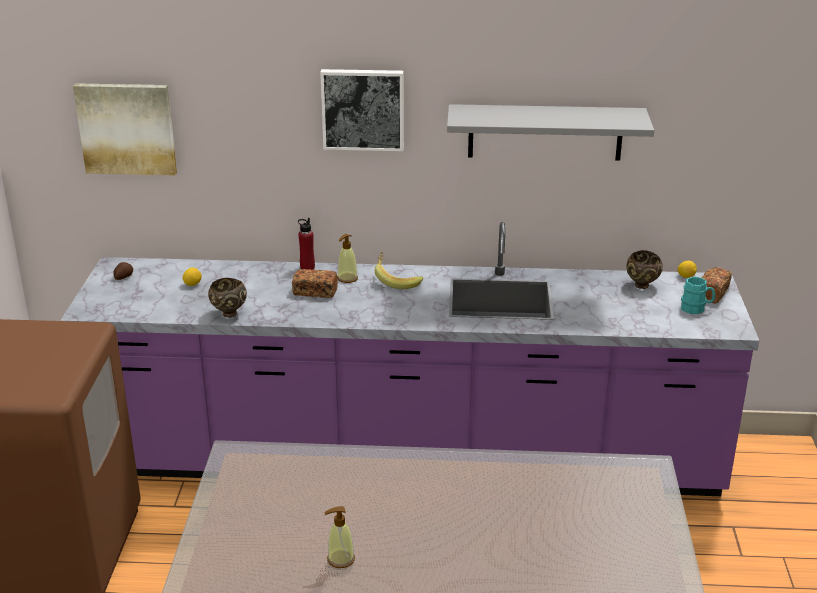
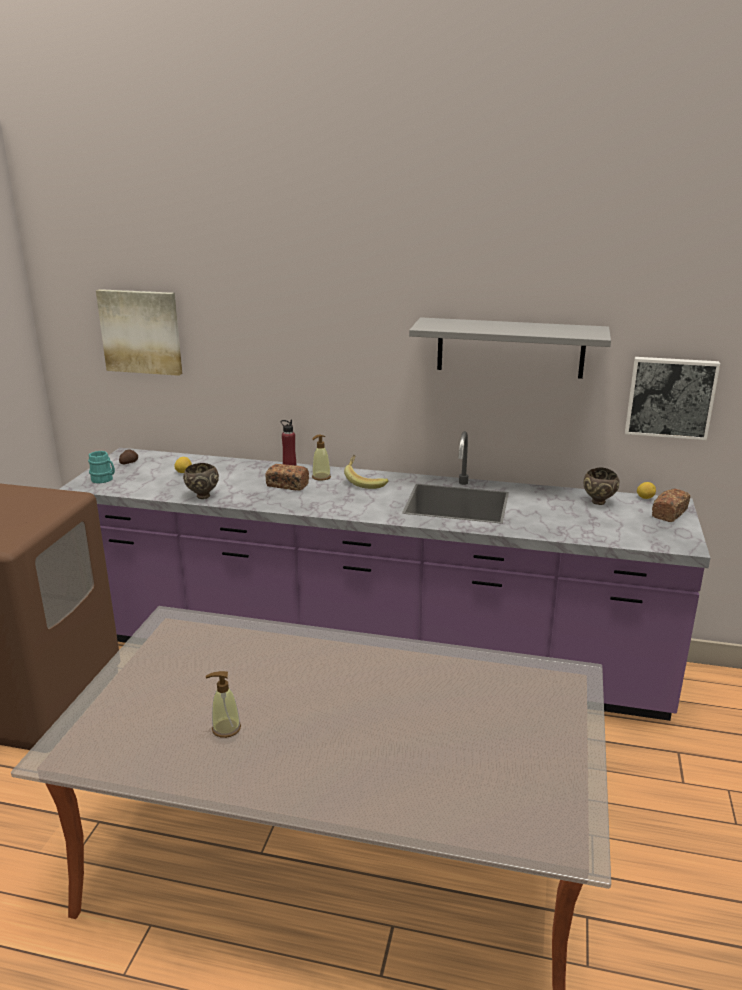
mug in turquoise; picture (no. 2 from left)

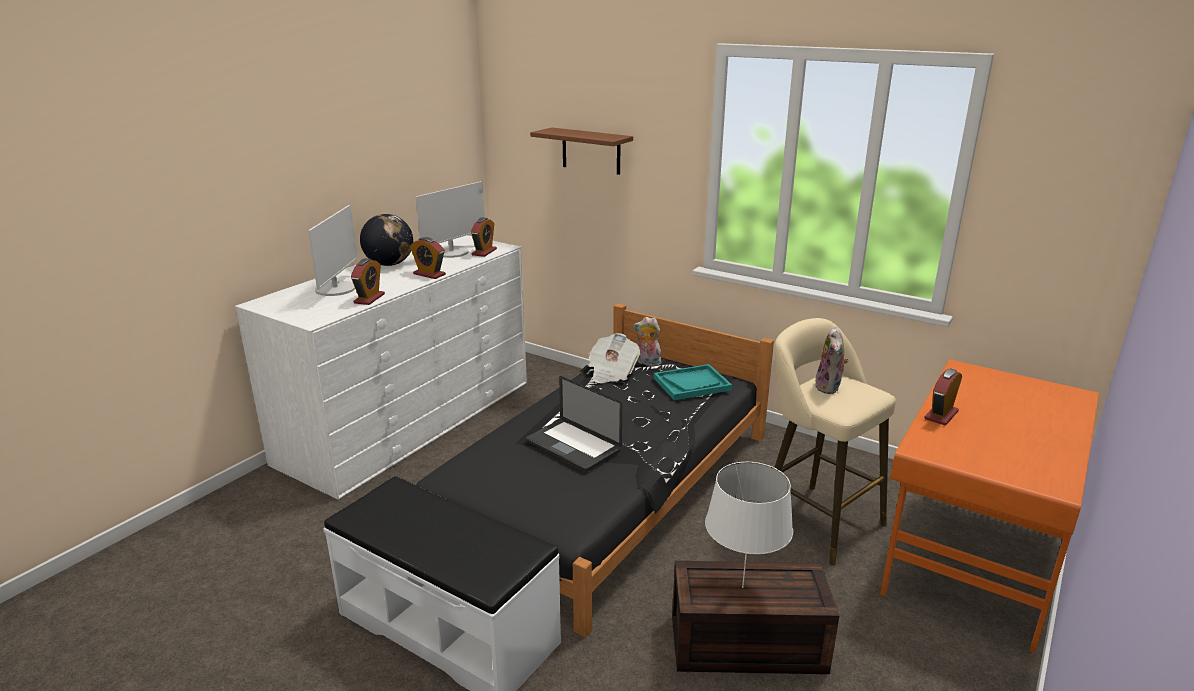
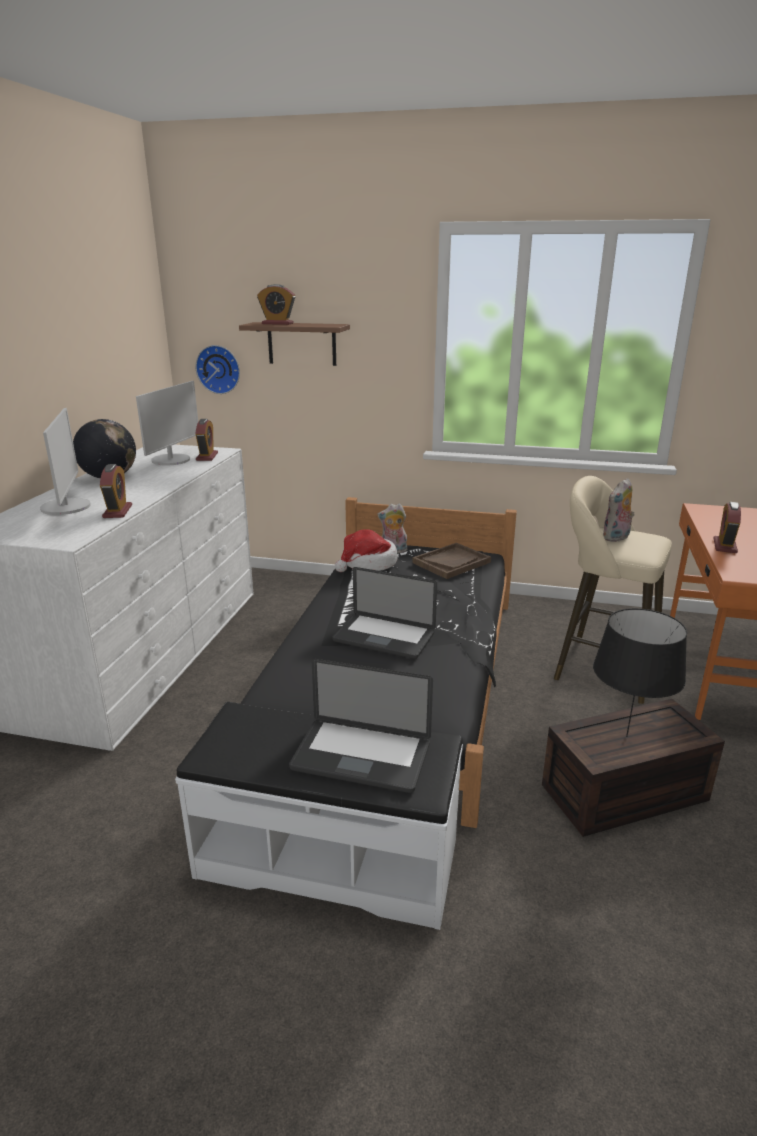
wall clock; alarm clock (no. 3 from left); laptop (no. 1 from left); hat; tray in brown; table lamp in black; plush toy (no. 2 from left)

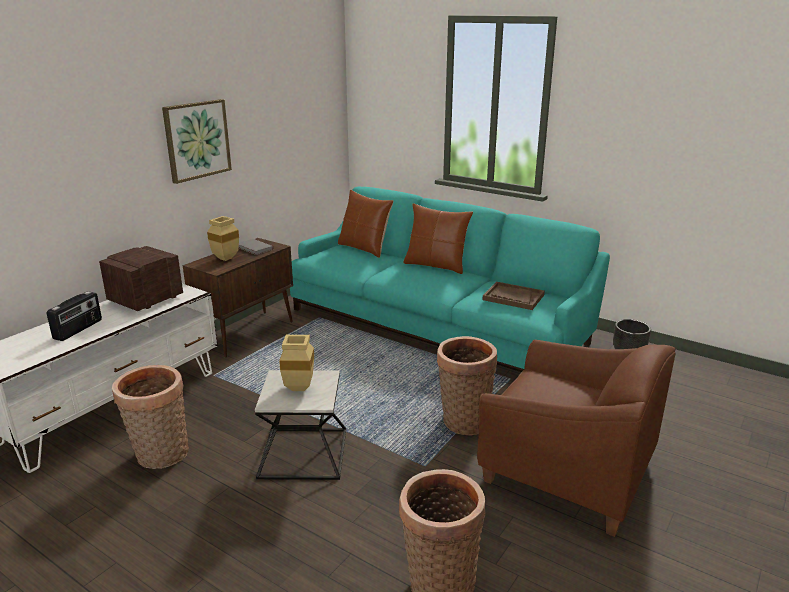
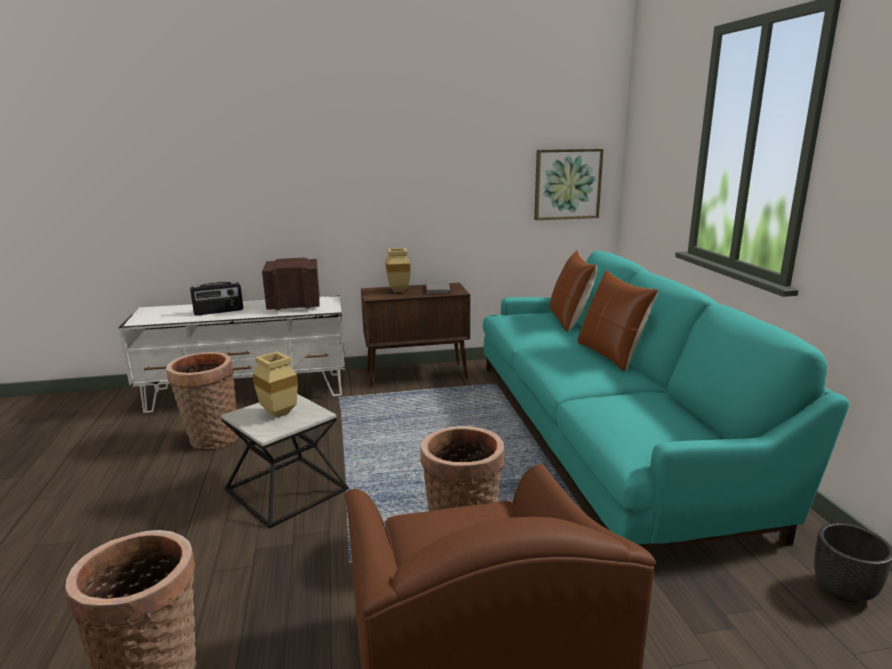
picture; tray in brown

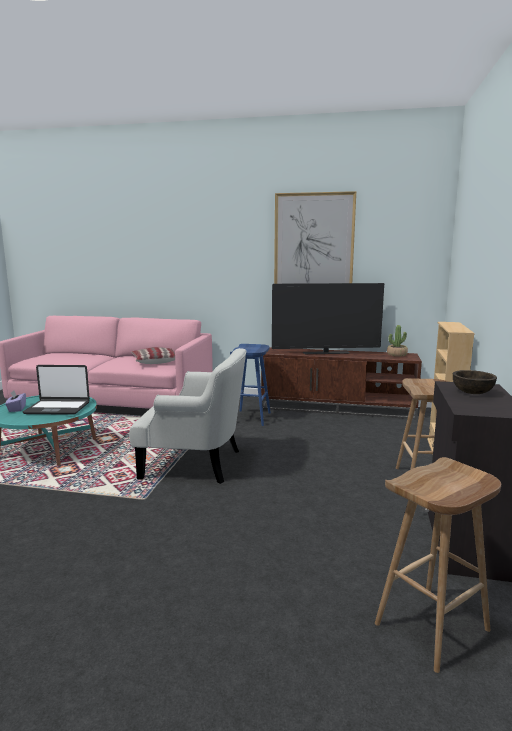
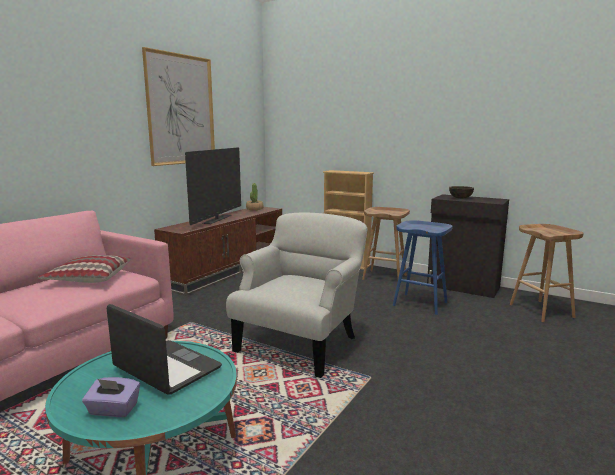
laptop; stool in blue

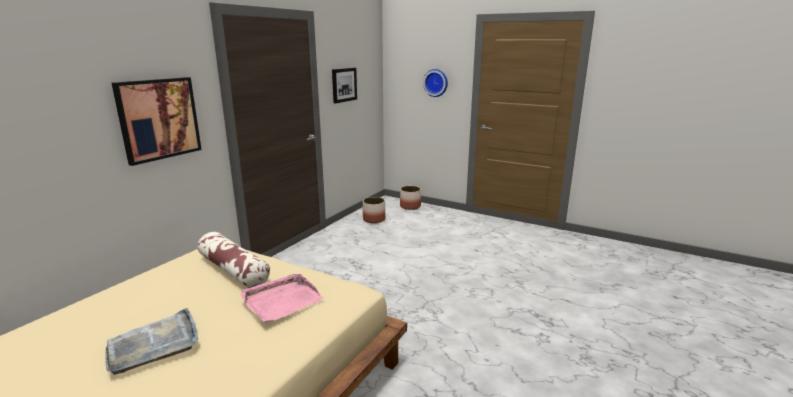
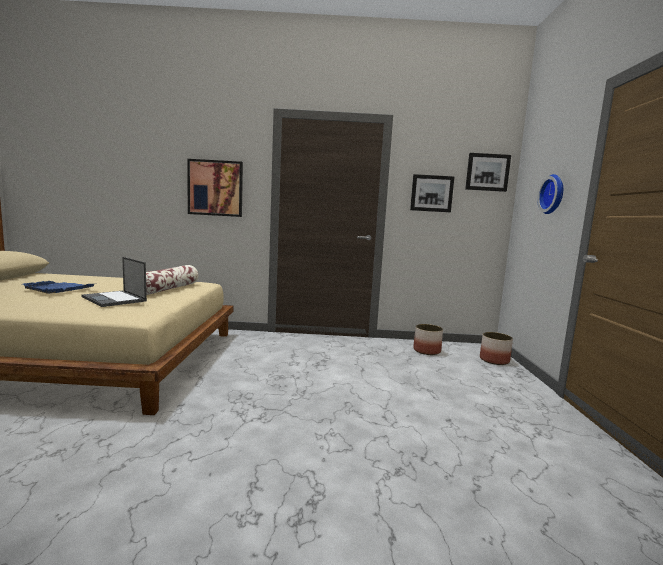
tray in blue; laptop; picture (no. 3 from left)

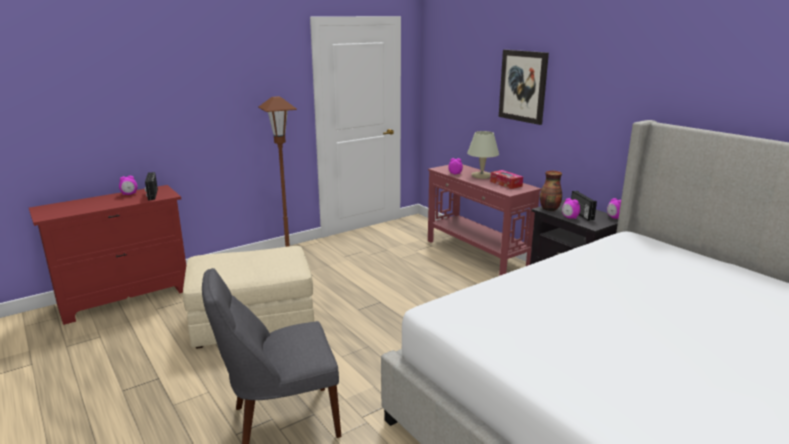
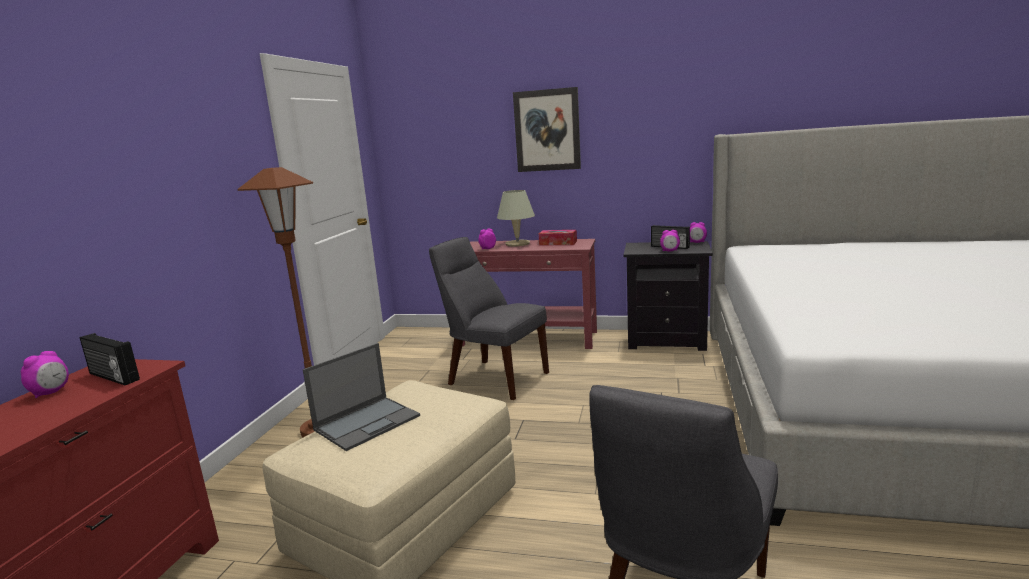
laptop; chair in grey (no. 1 from left); vase

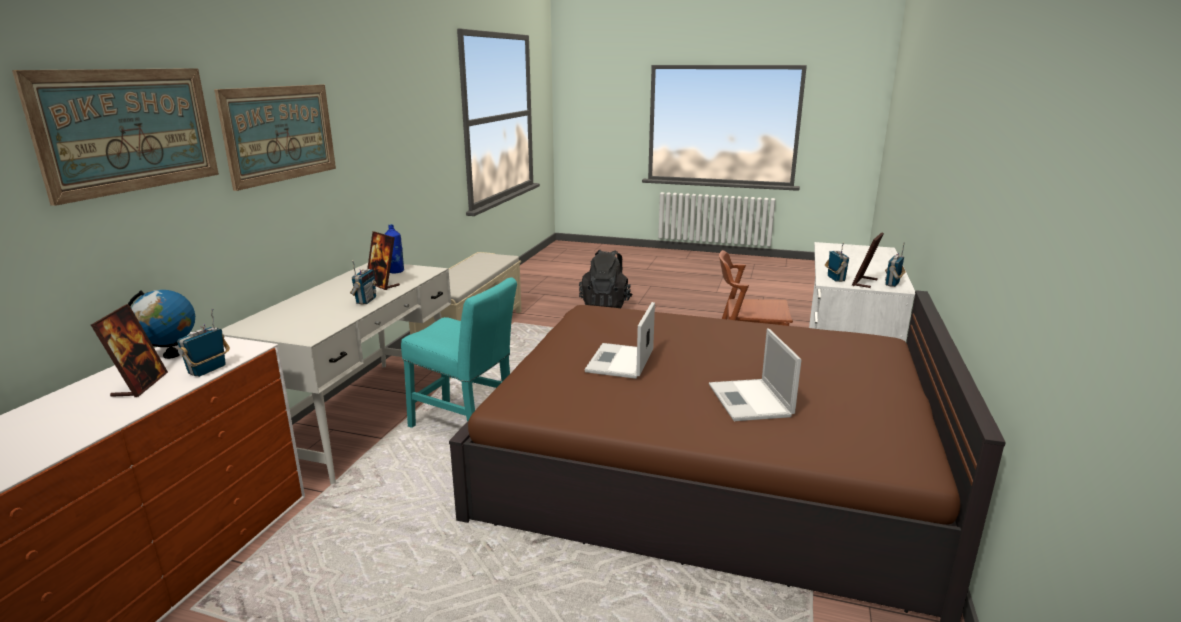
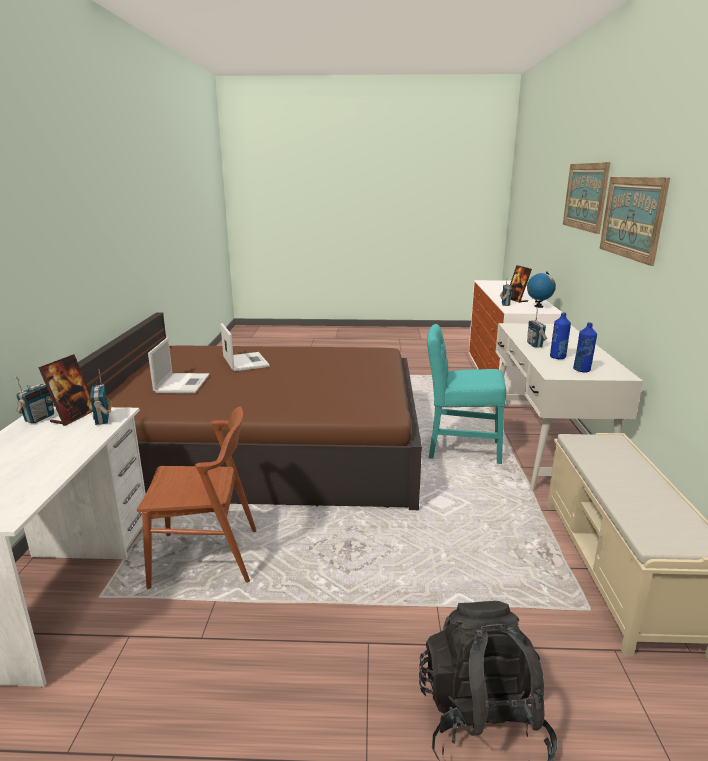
laptop (no. 1 from left); bottle in blue (no. 1 from left)

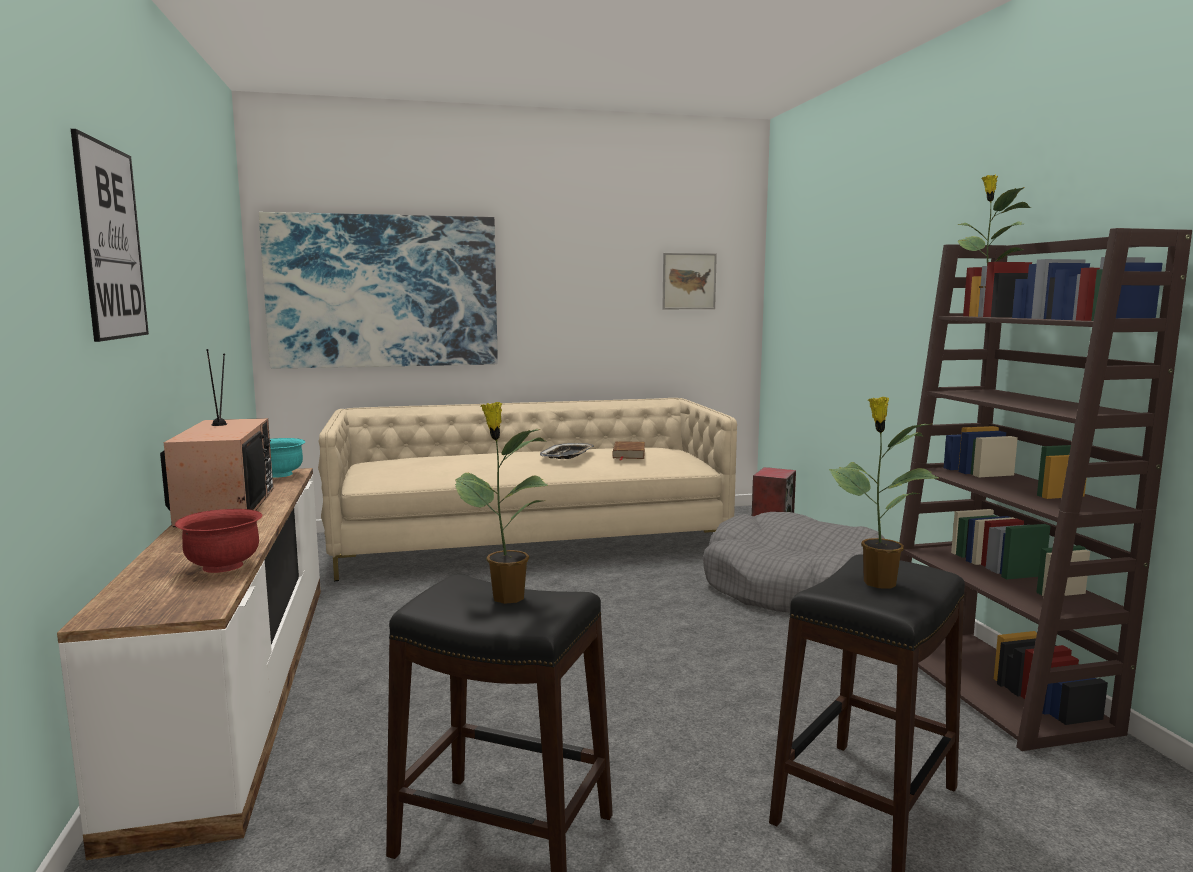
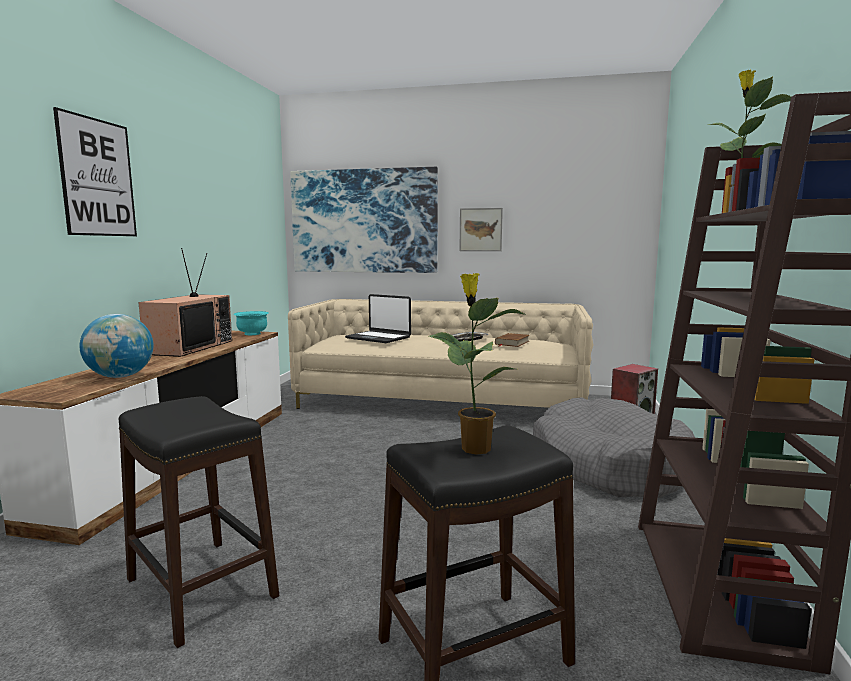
globe; laptop; picture (no. 3 from left); potted plant (no. 1 from left in the first image)

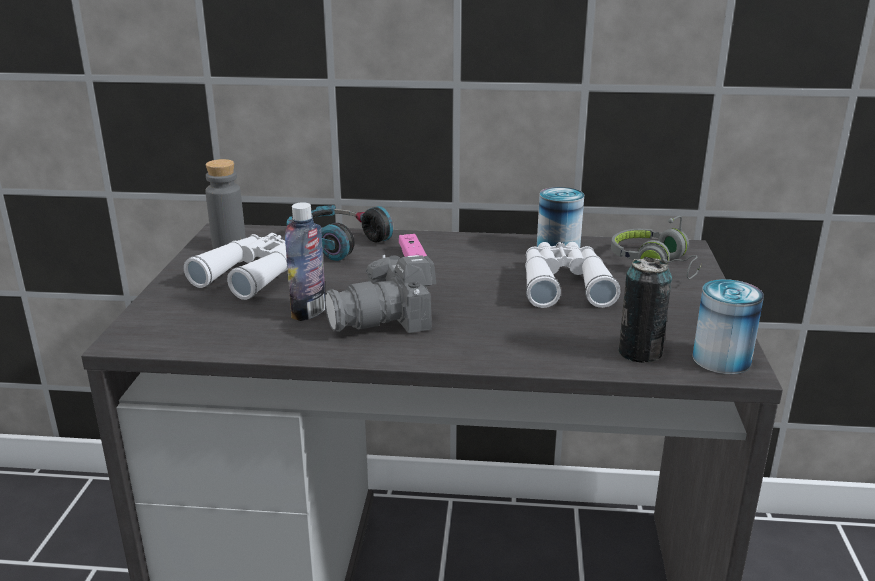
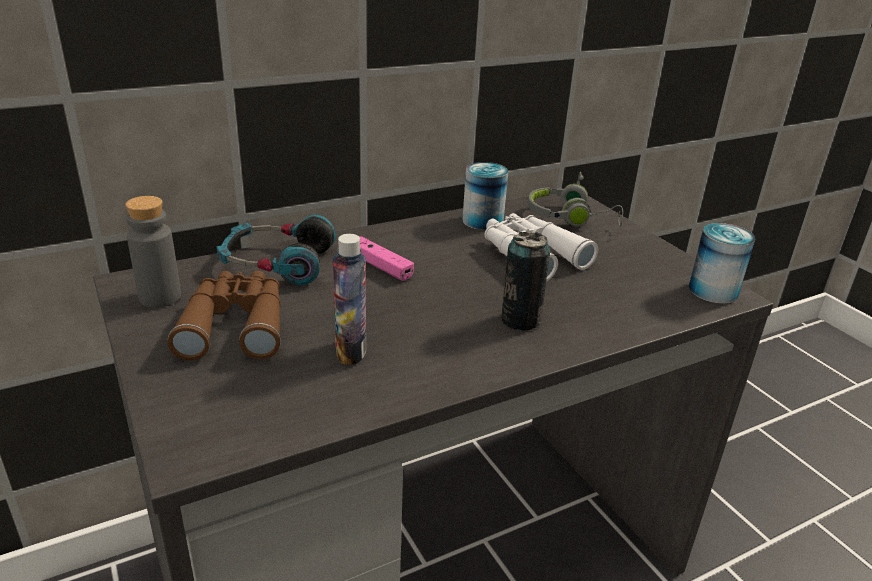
binoculars in brown; can (no. 2 from left); photo camera

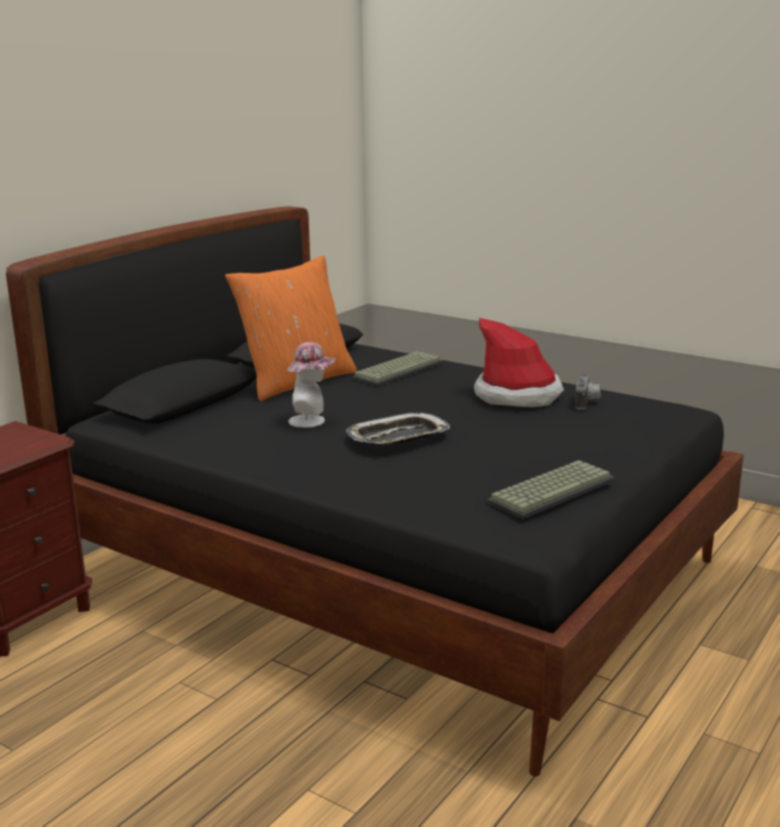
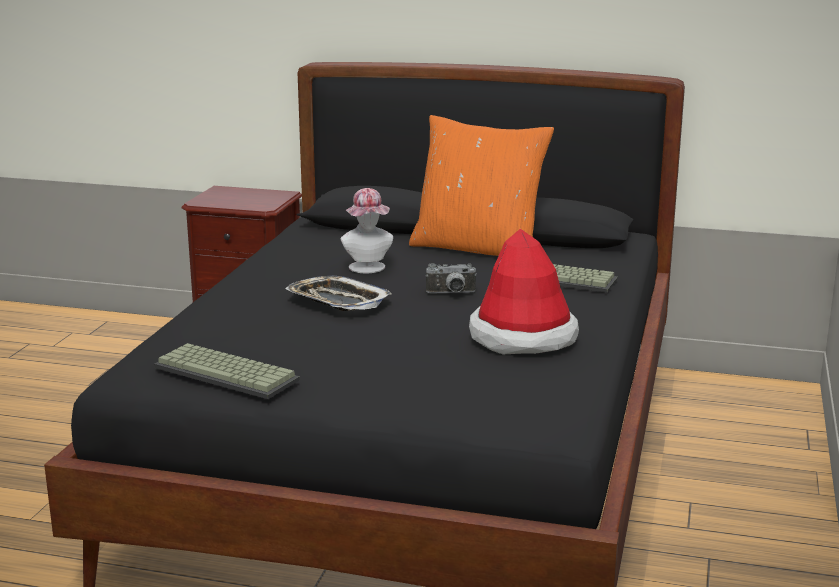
photo camera

